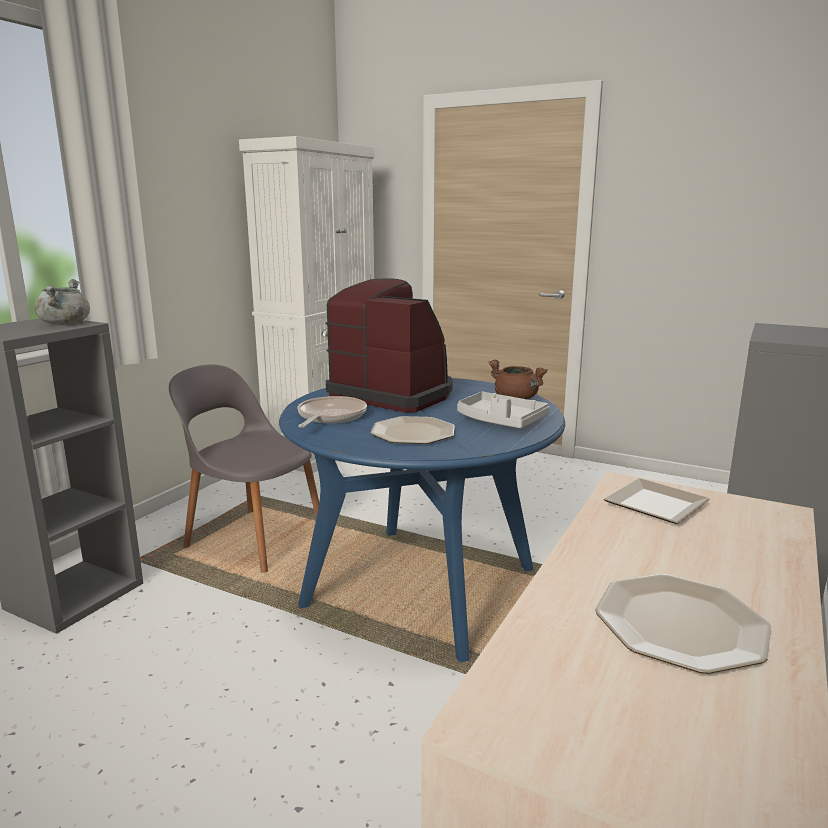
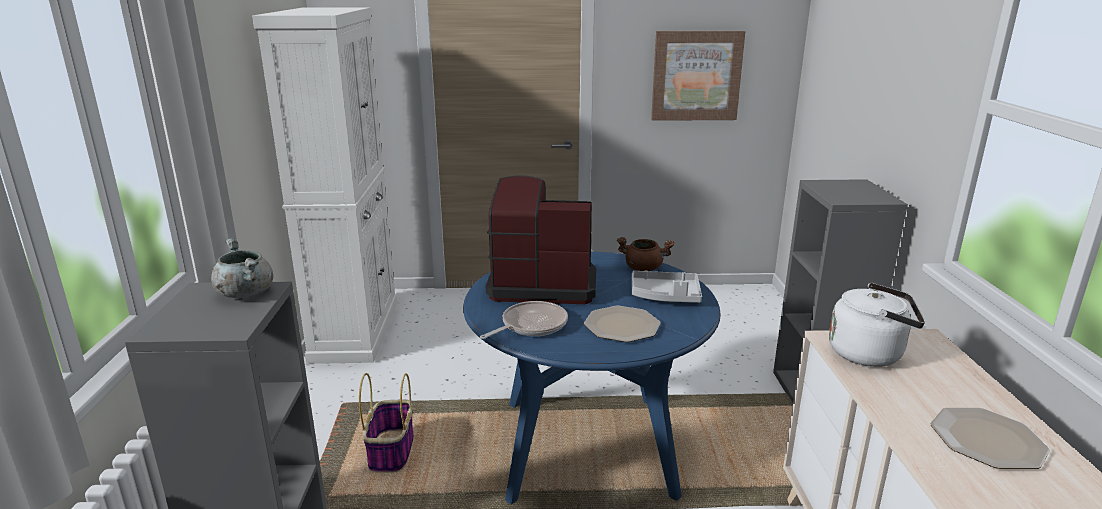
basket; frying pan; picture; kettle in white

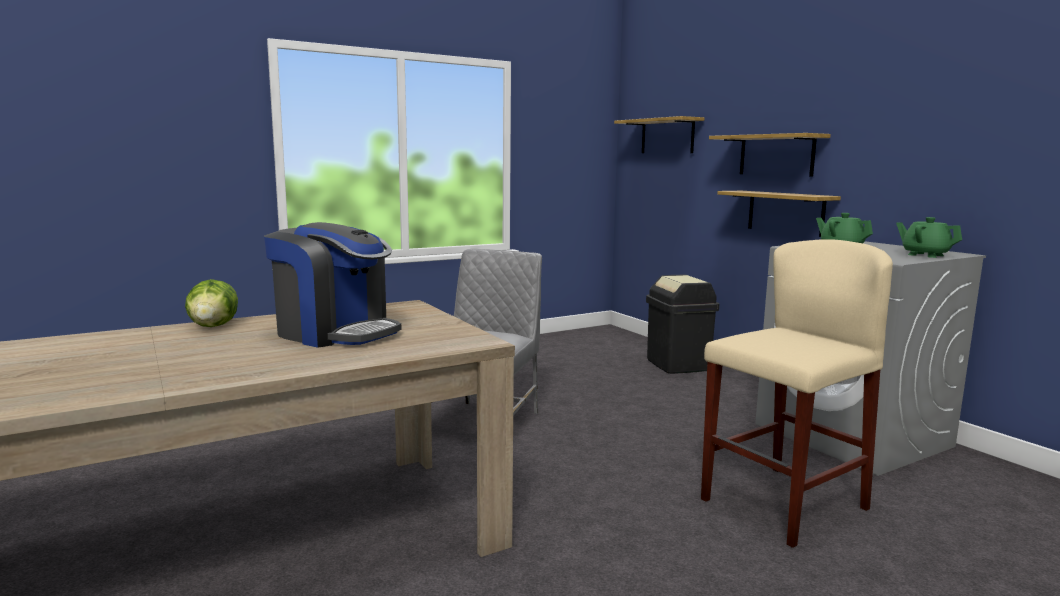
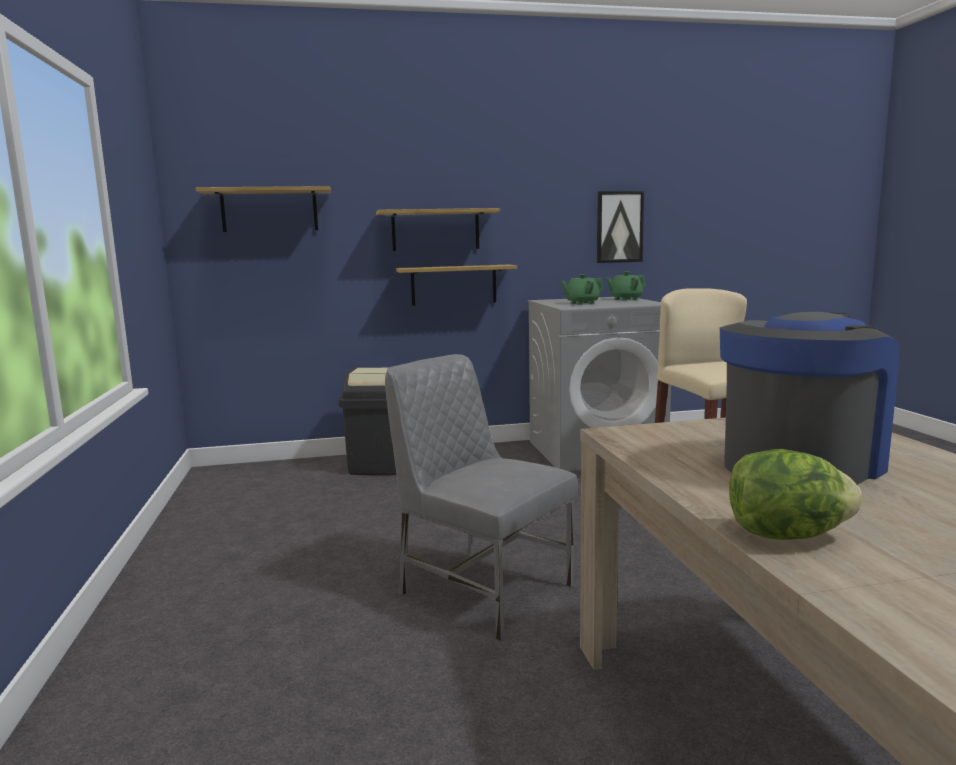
picture

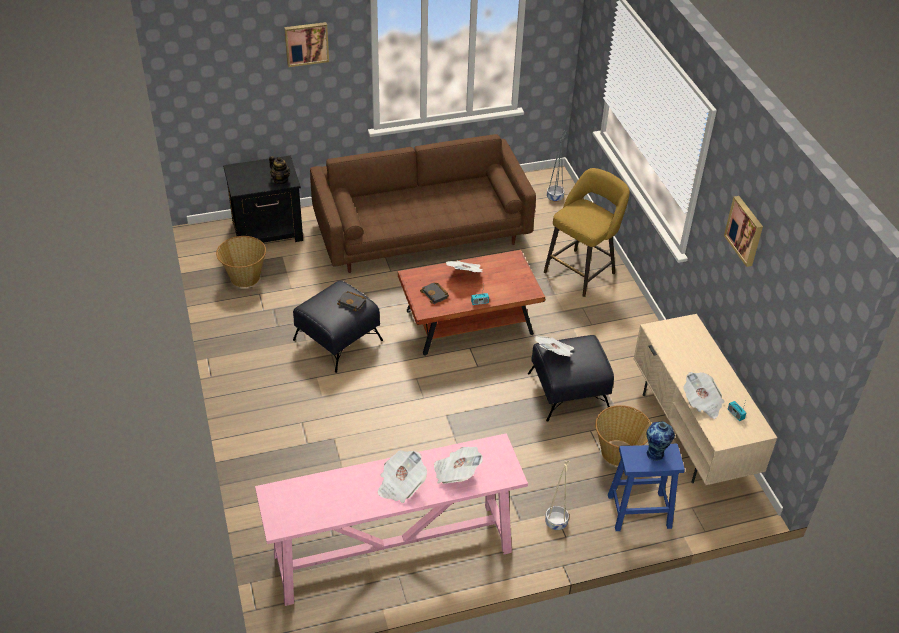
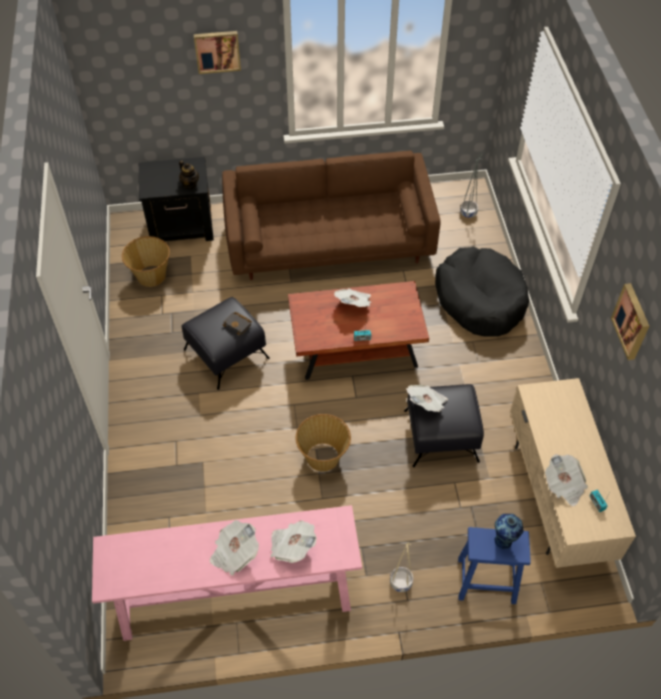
basket (no. 2 from left); dog bed in black; book in black (no. 2 from left in the first image)

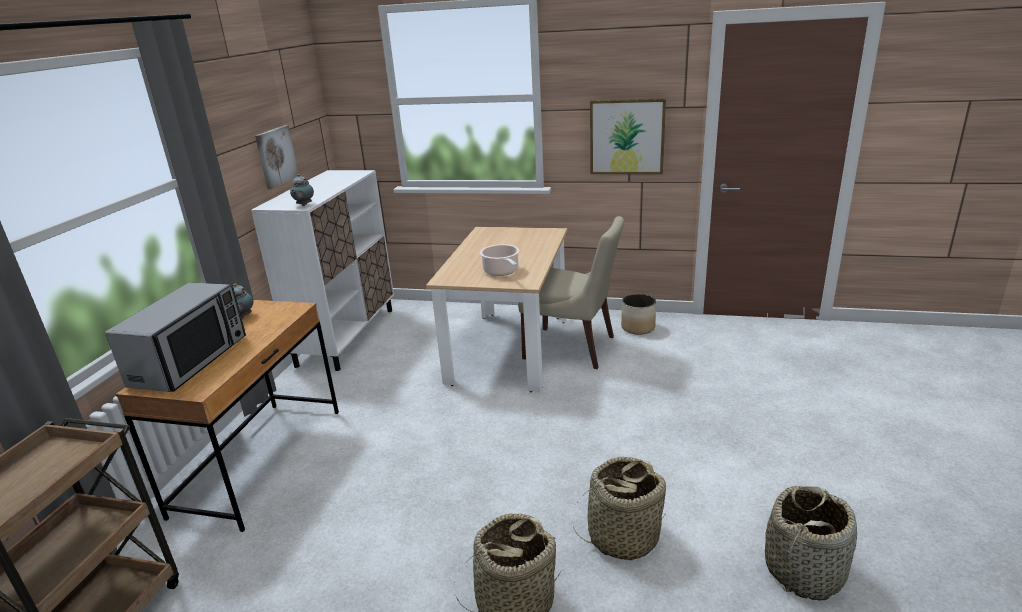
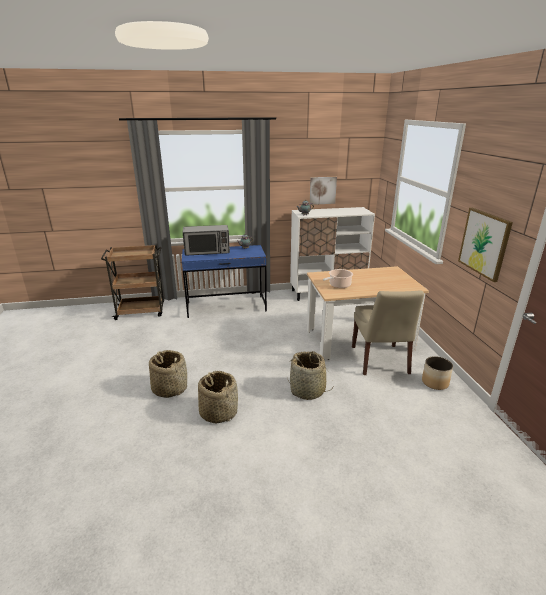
desk in blue; basket (no. 3 from left)

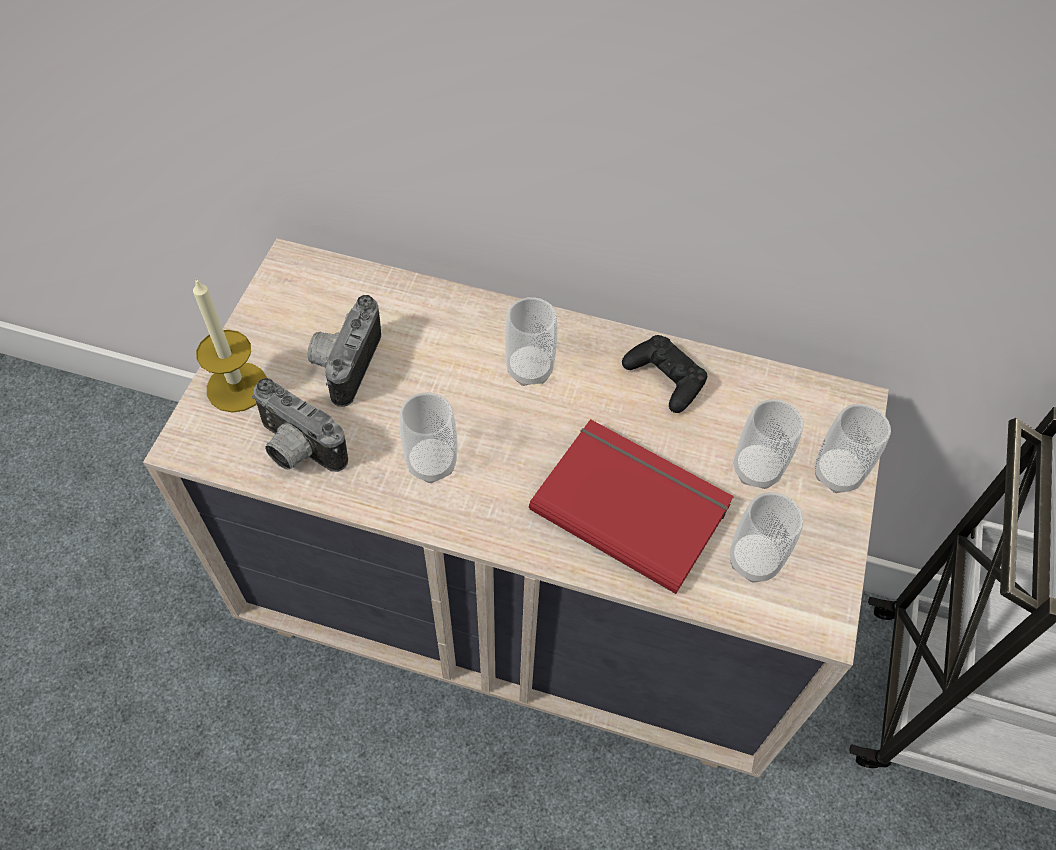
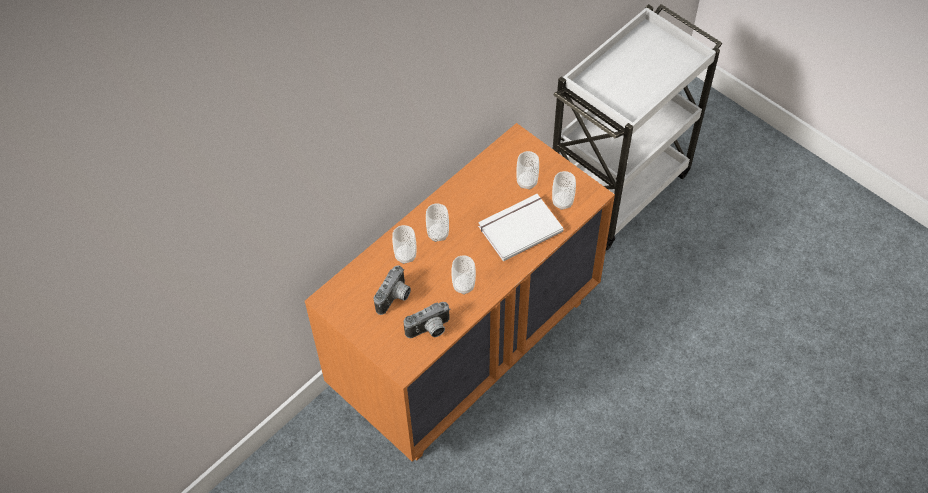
dresser in orange; photo camera (no. 1 from left); cup (no. 1 from left); book in white; candle; game controller in black

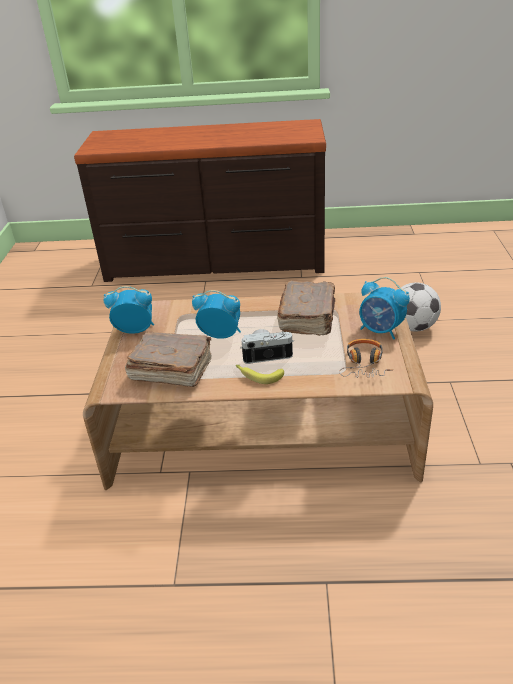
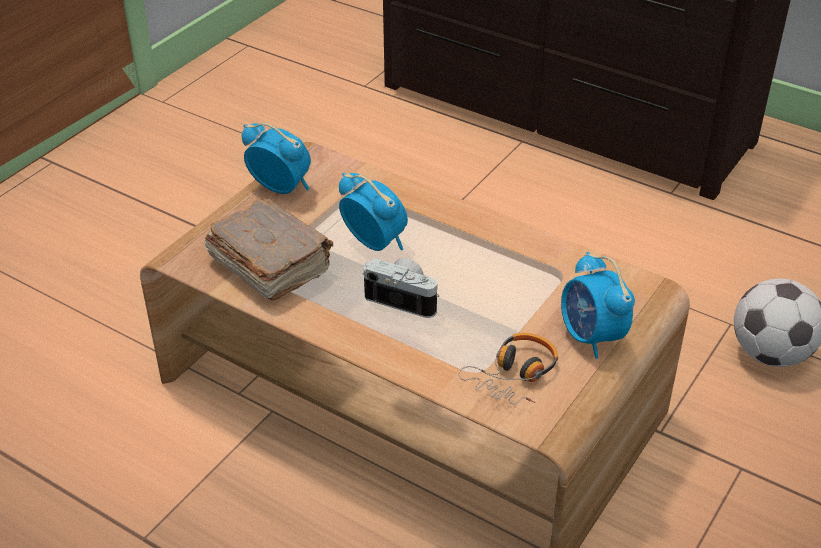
banana; book in brown (no. 2 from left in the first image)

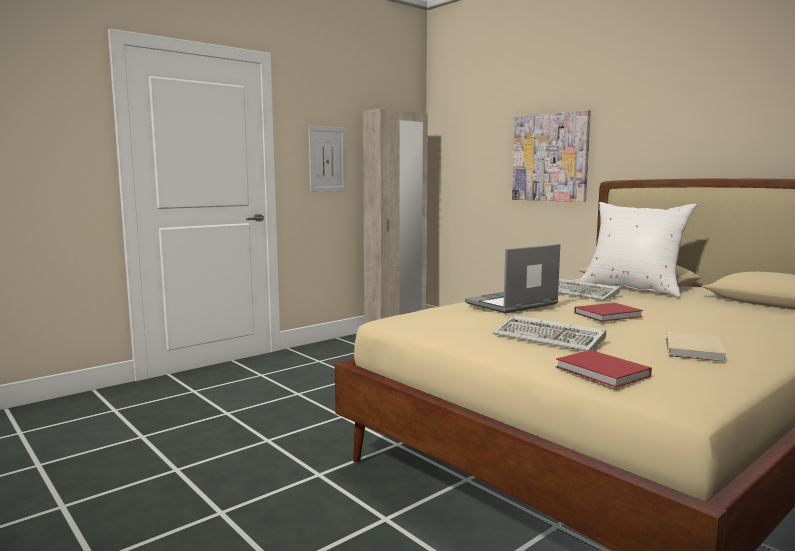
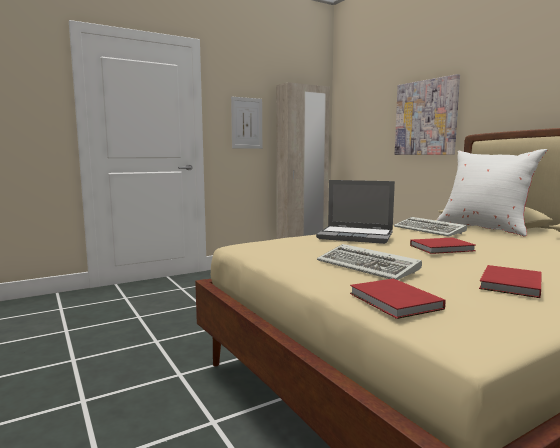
laptop; book in red (no. 3 from left)

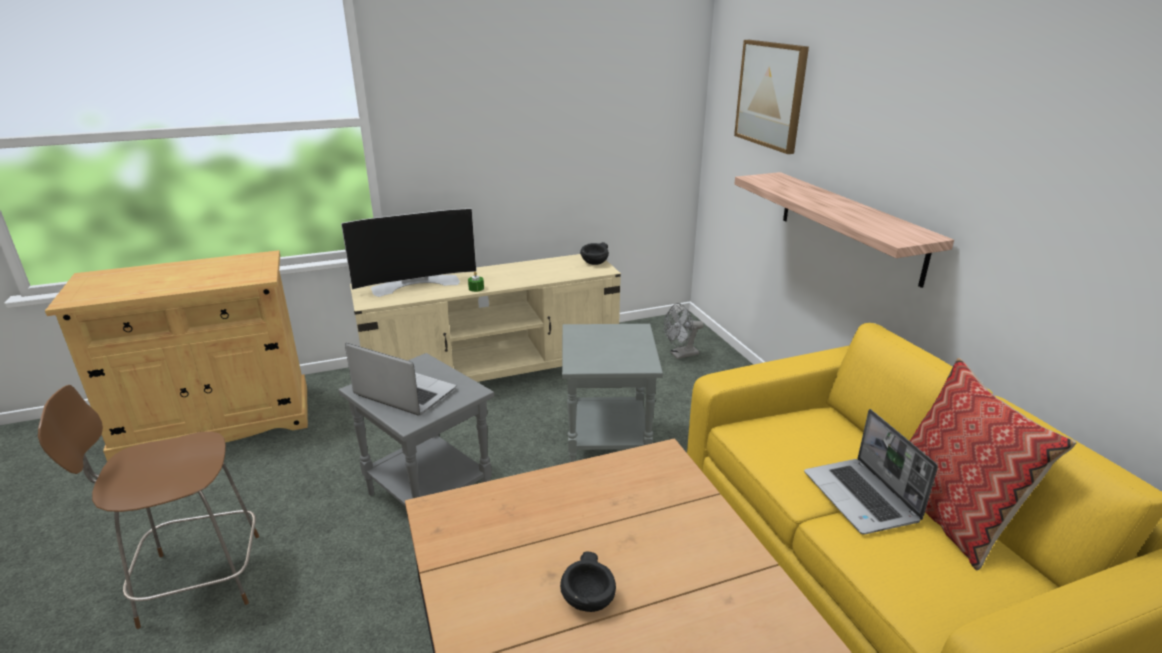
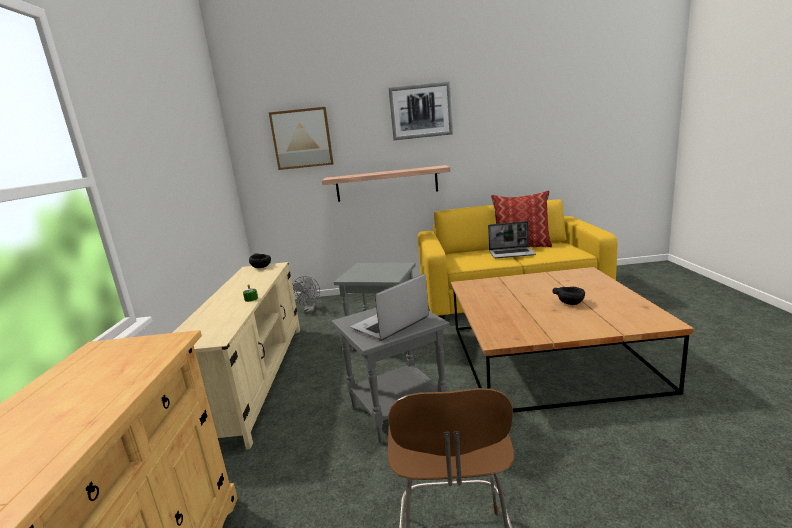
picture (no. 2 from left); television

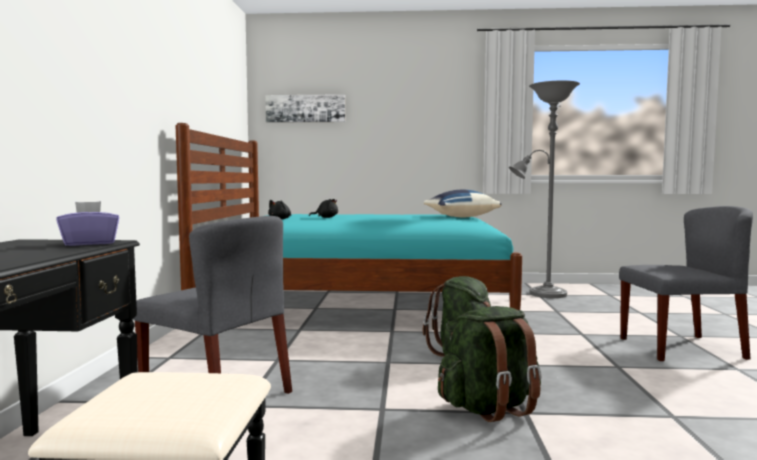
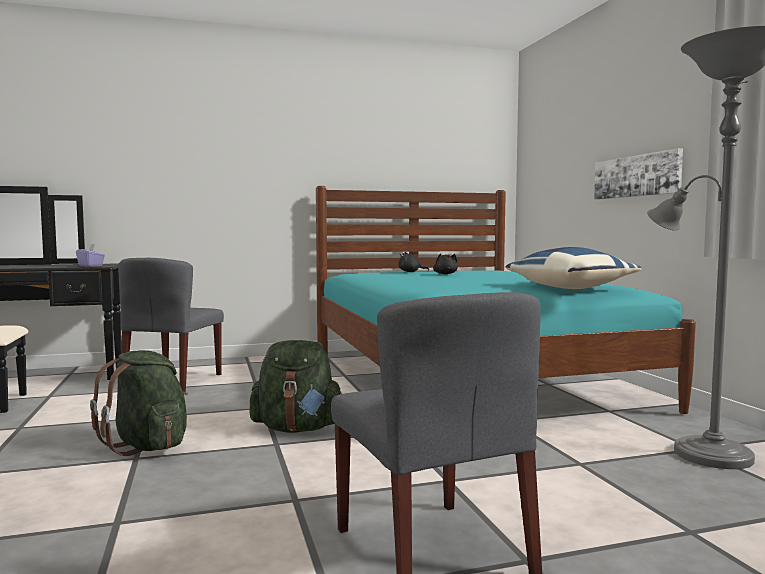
picture

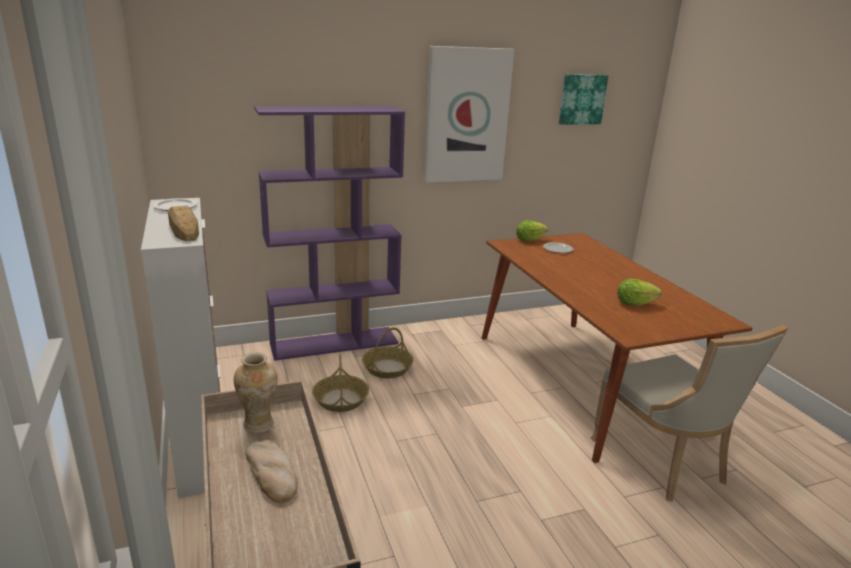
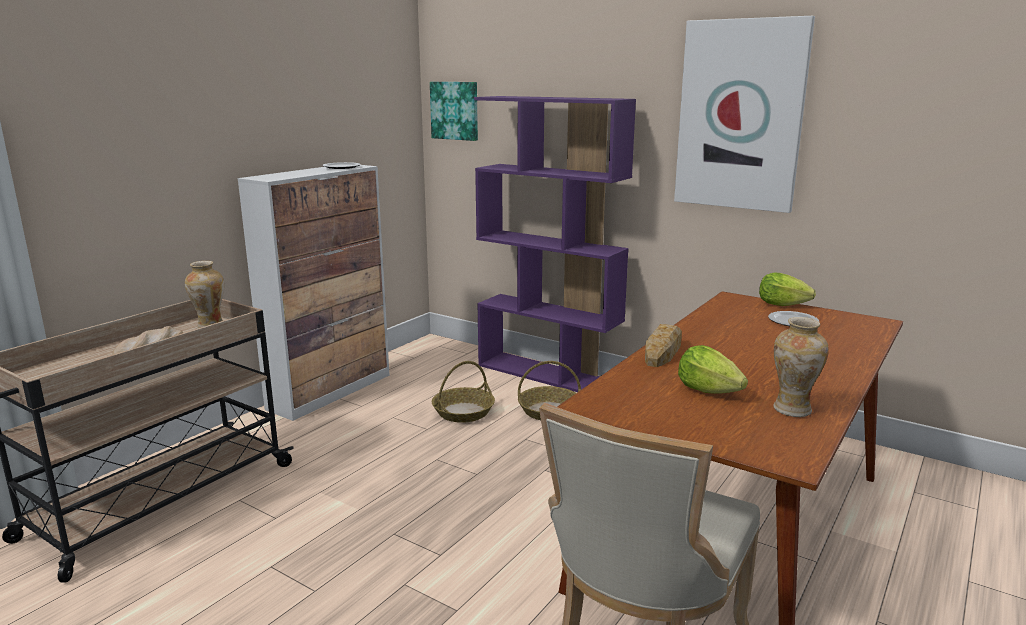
picture (no. 1 from left); bread (no. 2 from left); vase (no. 2 from left)

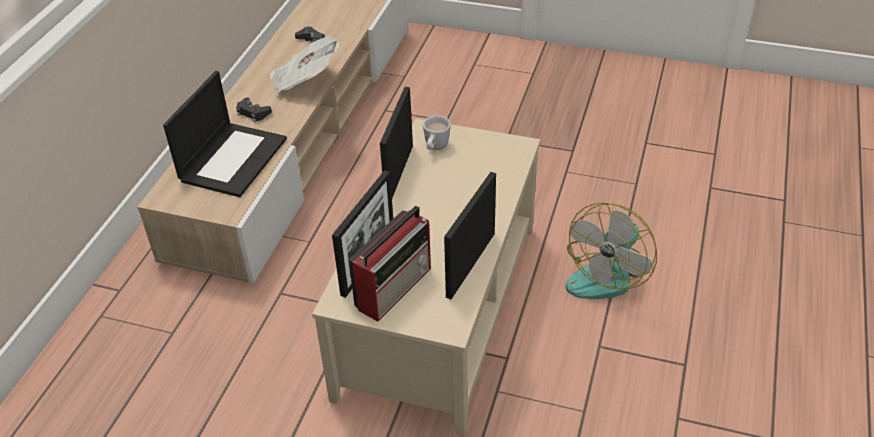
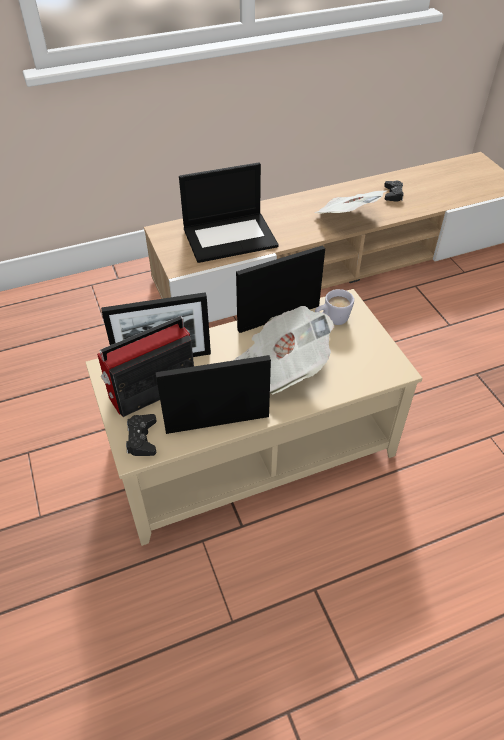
radio; game controller in black (no. 1 from left); newspaper (no. 1 from left); fan

